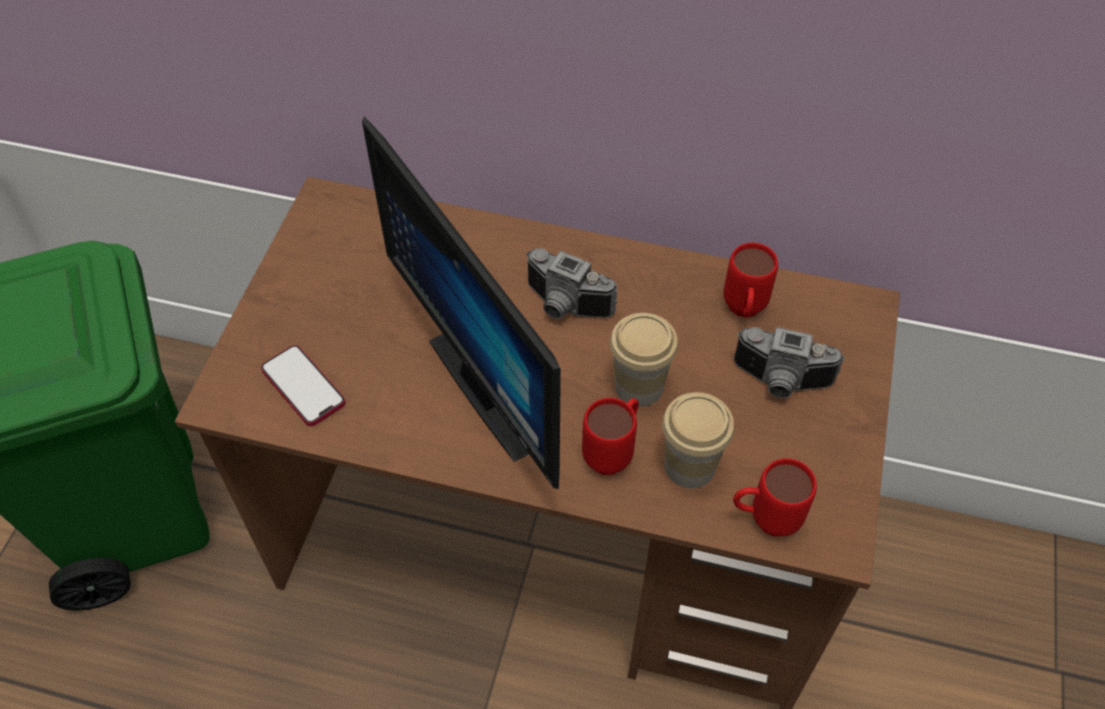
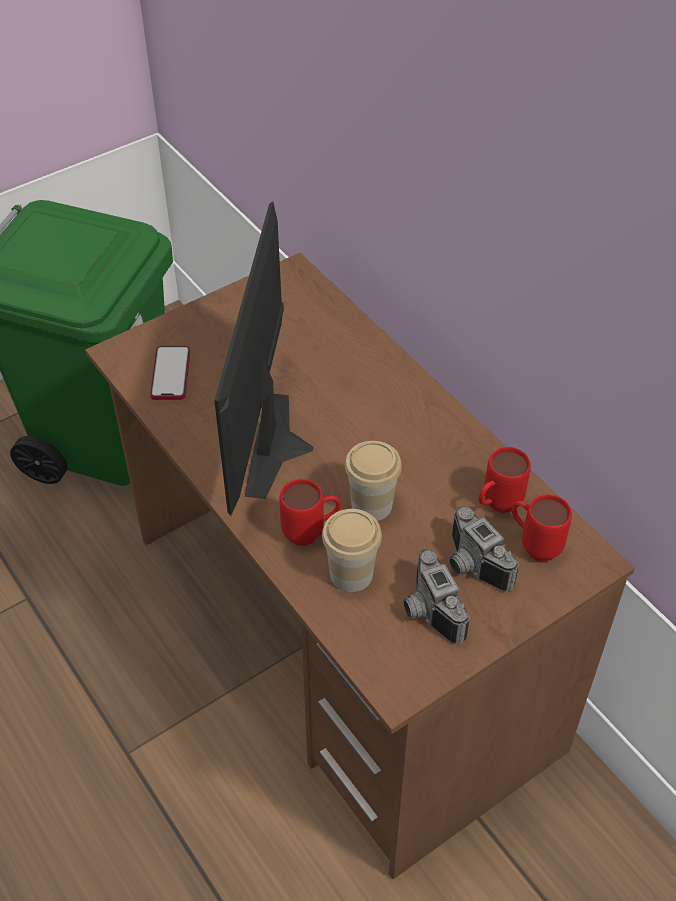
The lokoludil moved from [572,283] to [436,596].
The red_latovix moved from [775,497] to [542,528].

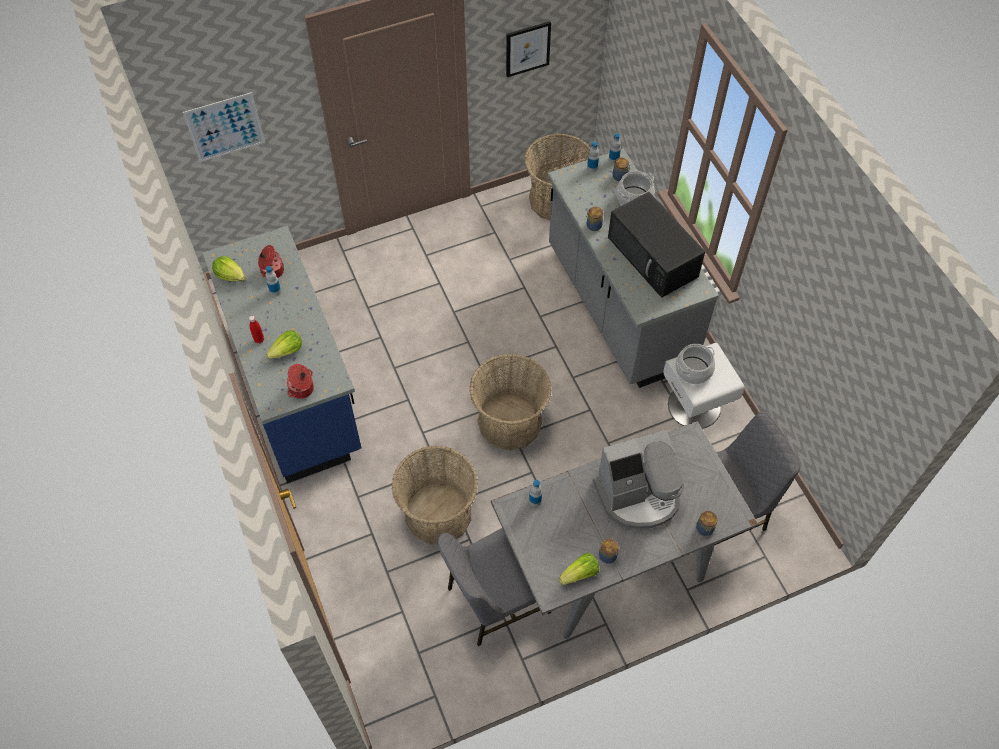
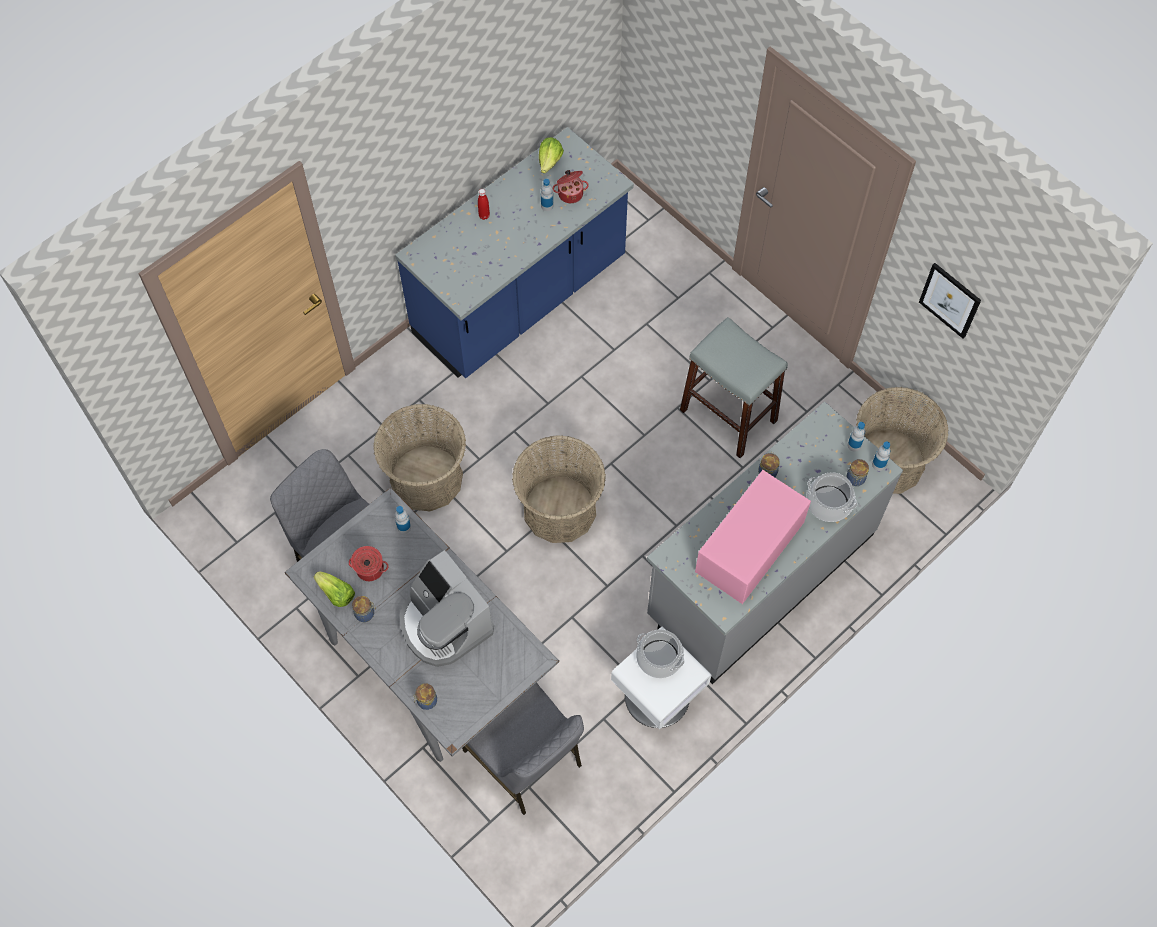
The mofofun at [224,127] disappeared.
The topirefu at [284,344] disappeared.
The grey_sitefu at [734,387] appeared.
The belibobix moved from [300,381] to [368,563].
The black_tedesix at [656,245] became the pink_tedesix at [753,537].

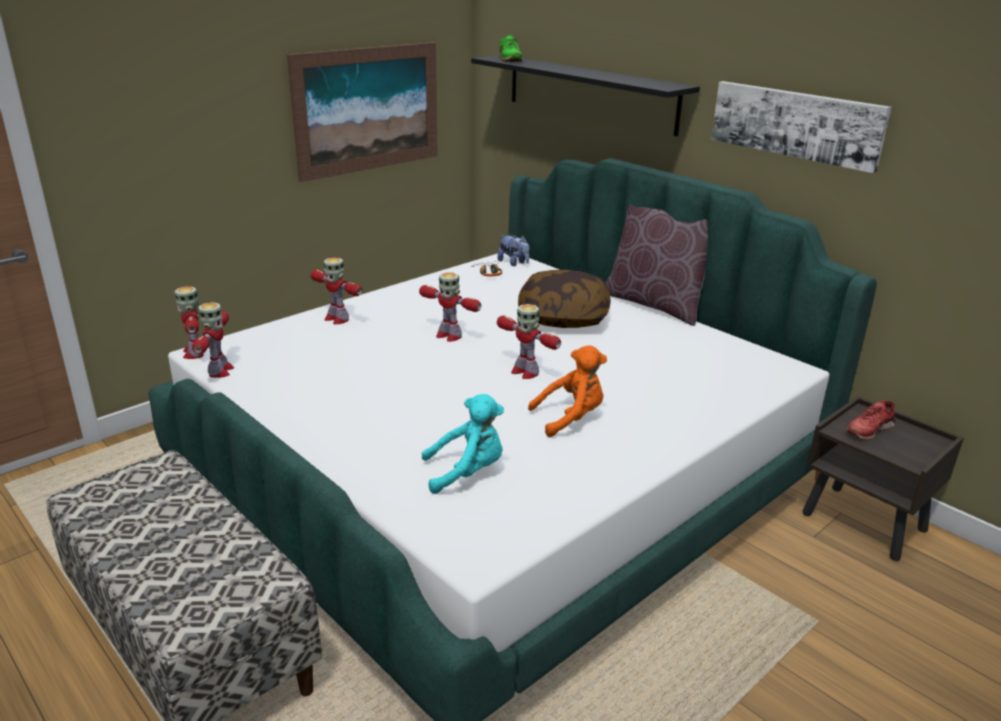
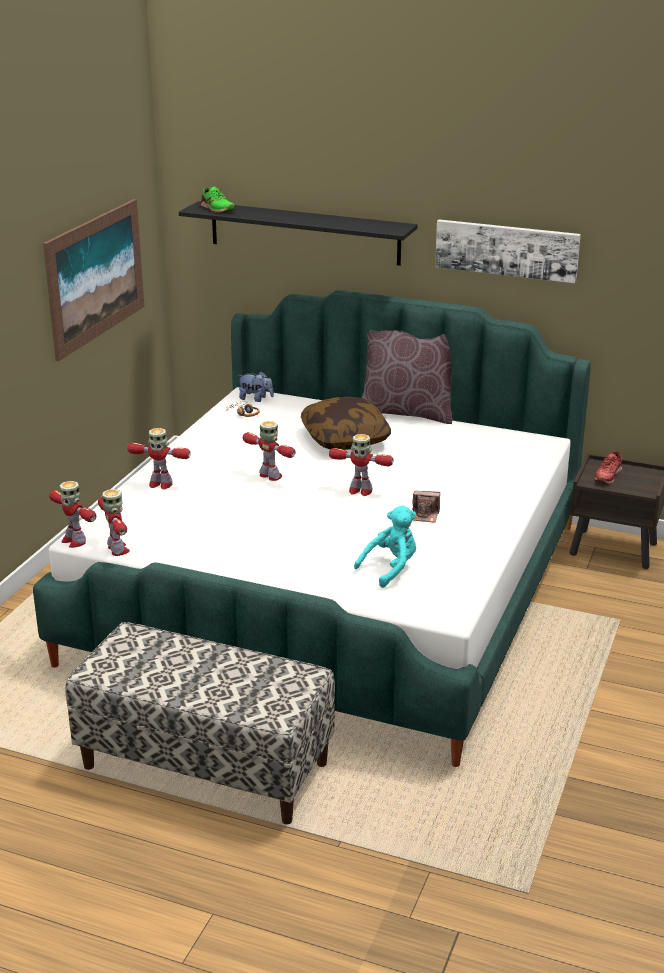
The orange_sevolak at [567,391] was replaced by the lokoludil at [426,507].
The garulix at [450,307] turned 150 degrees counterclockwise.

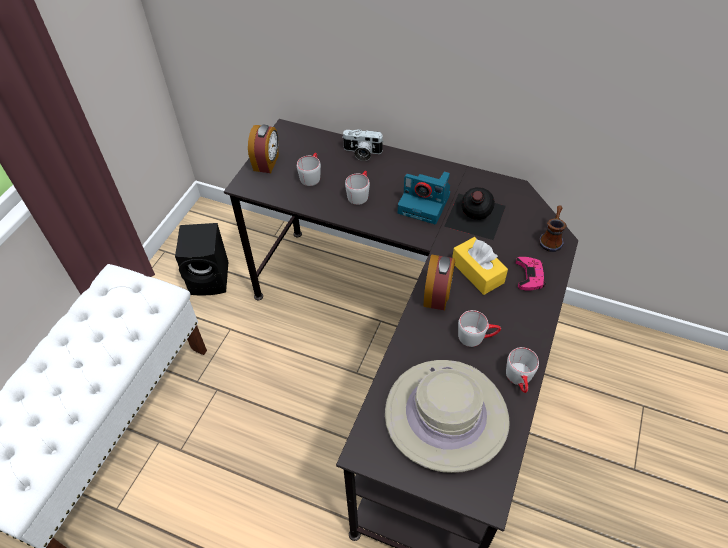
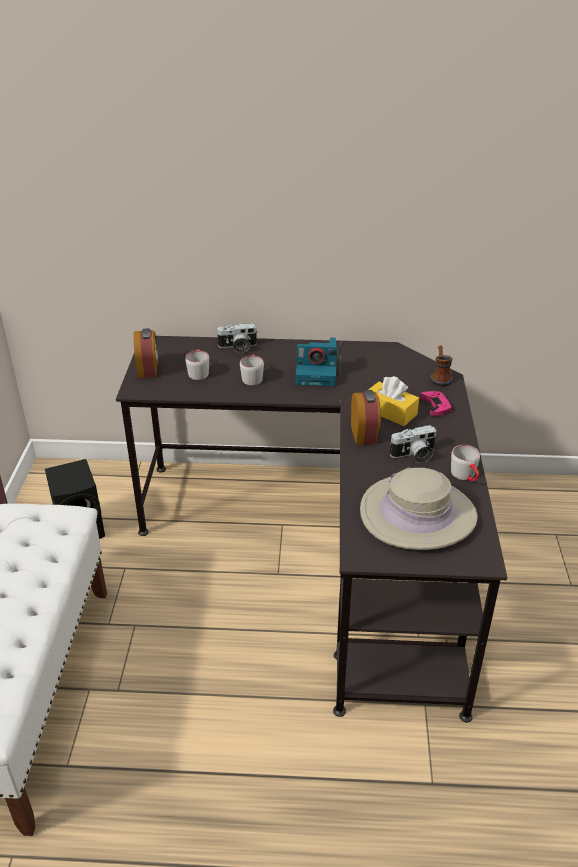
The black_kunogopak at [475,213] disappeared.
The grey_latovix at [479,328] was replaced by the lokoludil at [413,444].

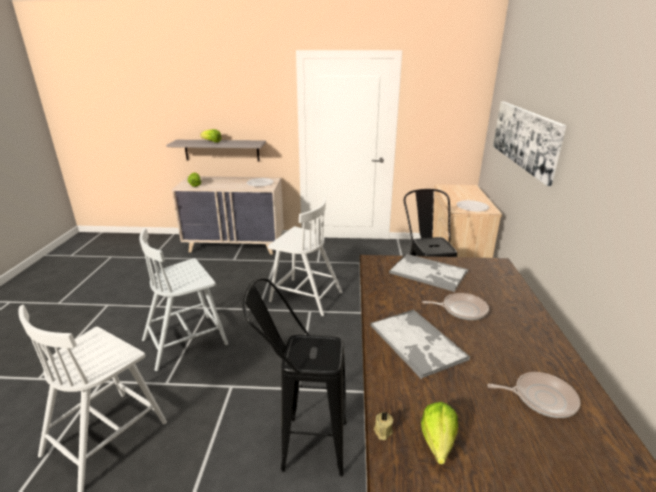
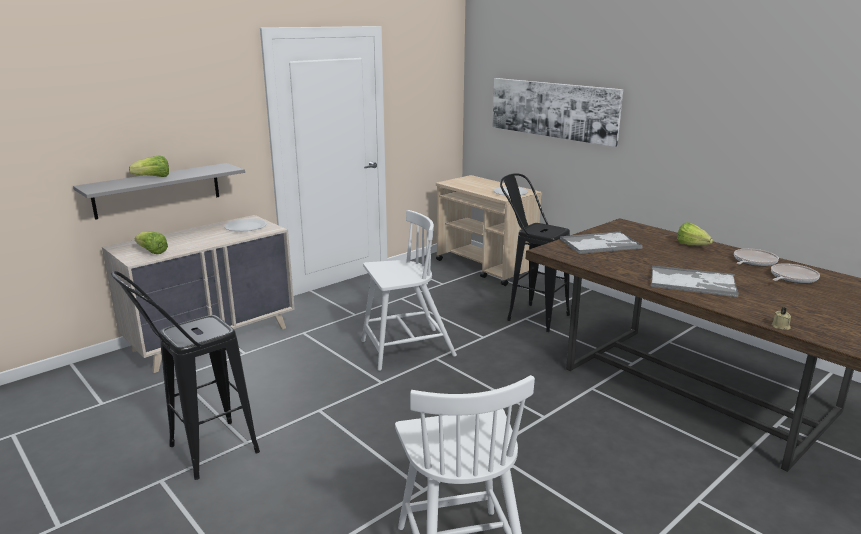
The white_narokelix at [183,299] disappeared.
The black_sitefu moved from [294,377] to [185,375].
The topirefu moved from [439,433] to [695,233].
The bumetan moved from [455,306] to [756,257].

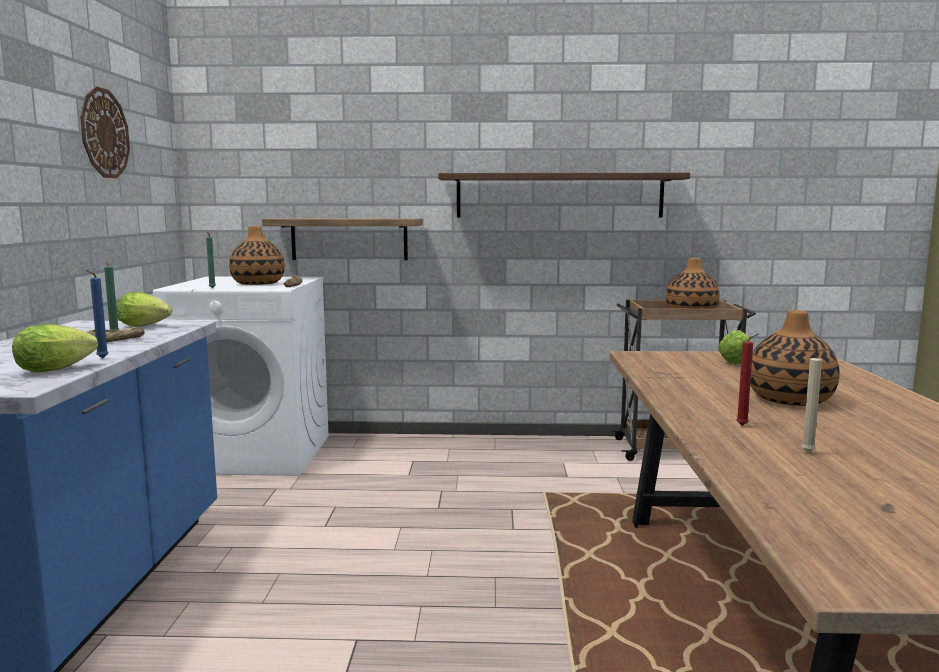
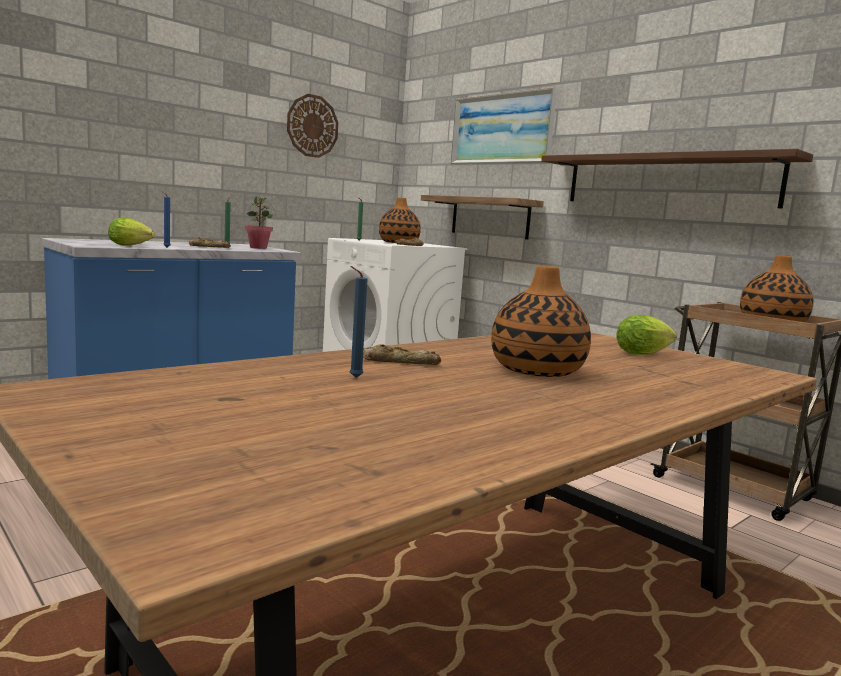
The mofofun at [504,126] appeared.
The topirefu at [144,309] was replaced by the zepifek at [259,222].
The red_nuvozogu at [747,380] was replaced by the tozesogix at [402,354].
The beige_nuvozogu at [811,401] became the blue_nuvozogu at [358,322].

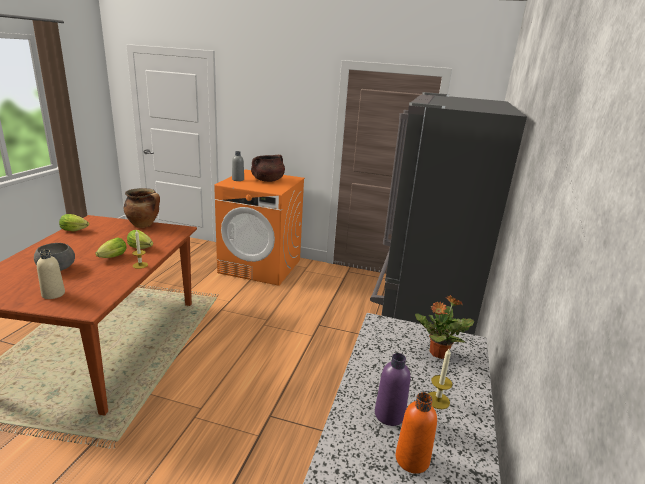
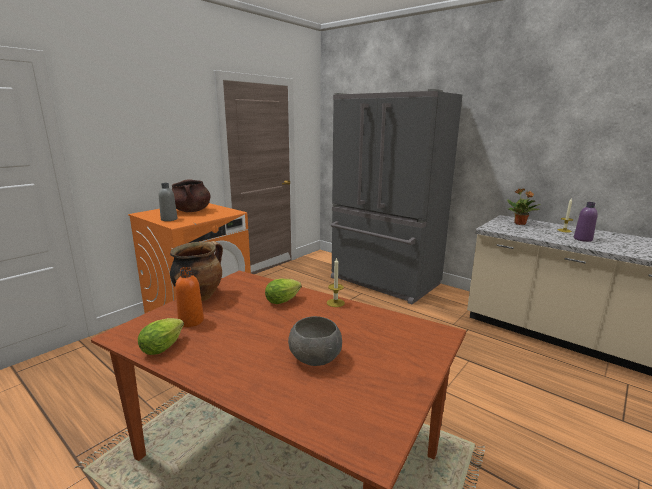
The beige_kunogopak at [51,274] disappeared.
The topirefu at [111,248] disappeared.
The orange_kunogopak moved from [416,433] to [189,297].

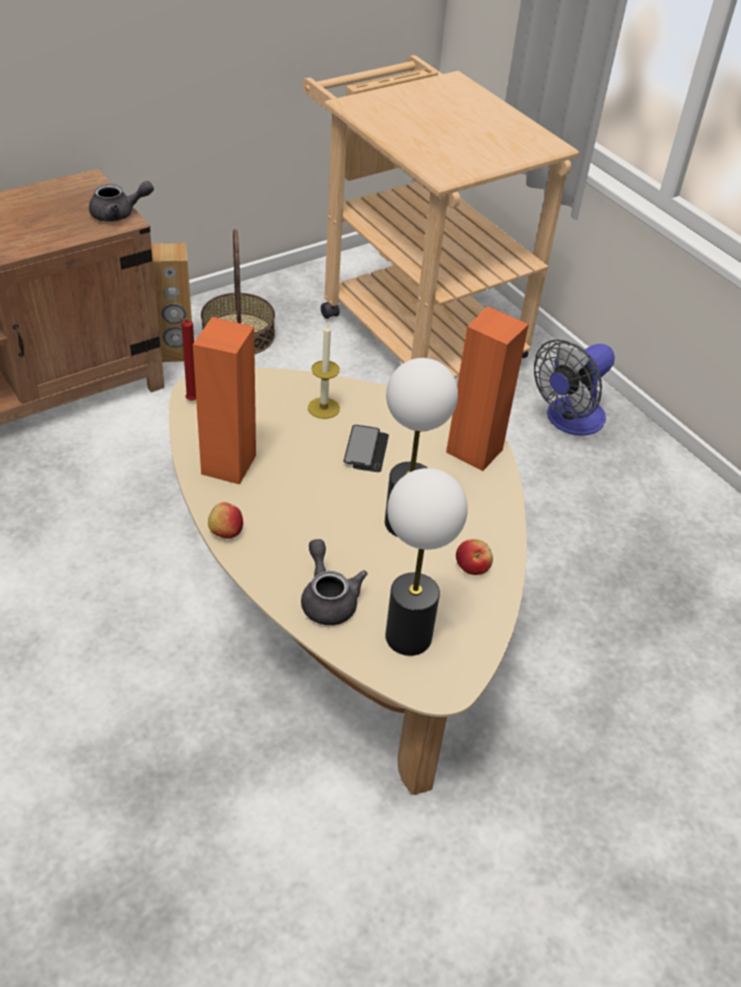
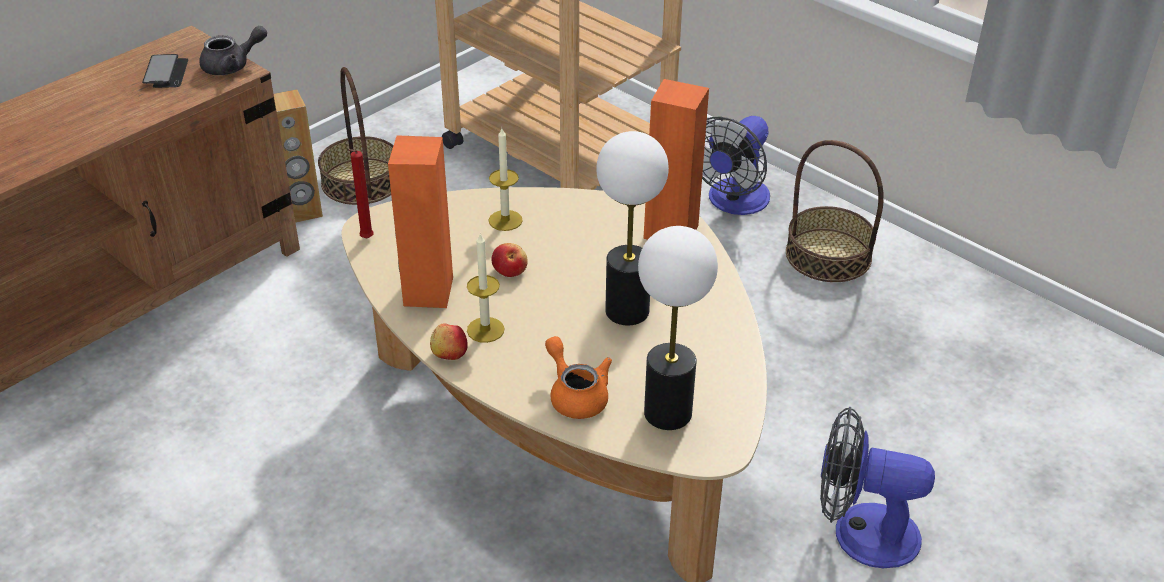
The nuvozogu at [486,288] appeared.
The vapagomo at [835,211] appeared.
The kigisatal at [877,487] appeared.
The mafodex moved from [366,448] to [165,71].
The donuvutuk moved from [474,557] to [509,260].
The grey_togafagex at [334,582] became the orange_togafagex at [578,377].

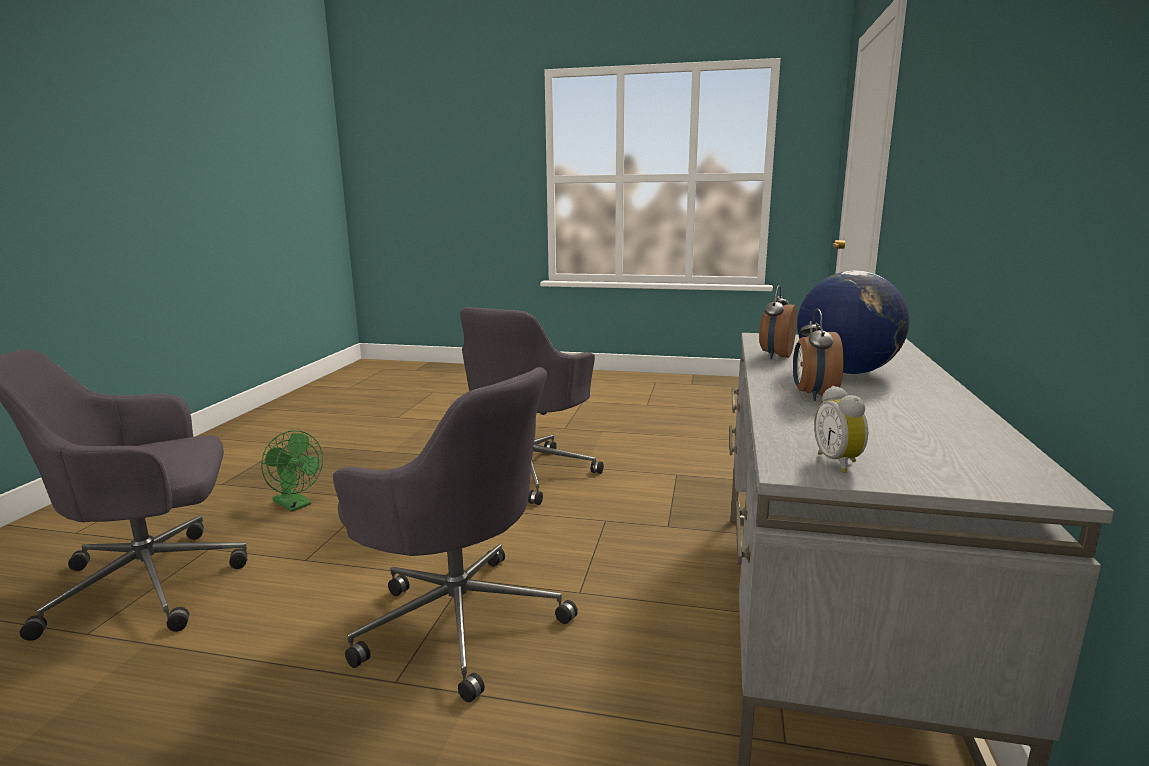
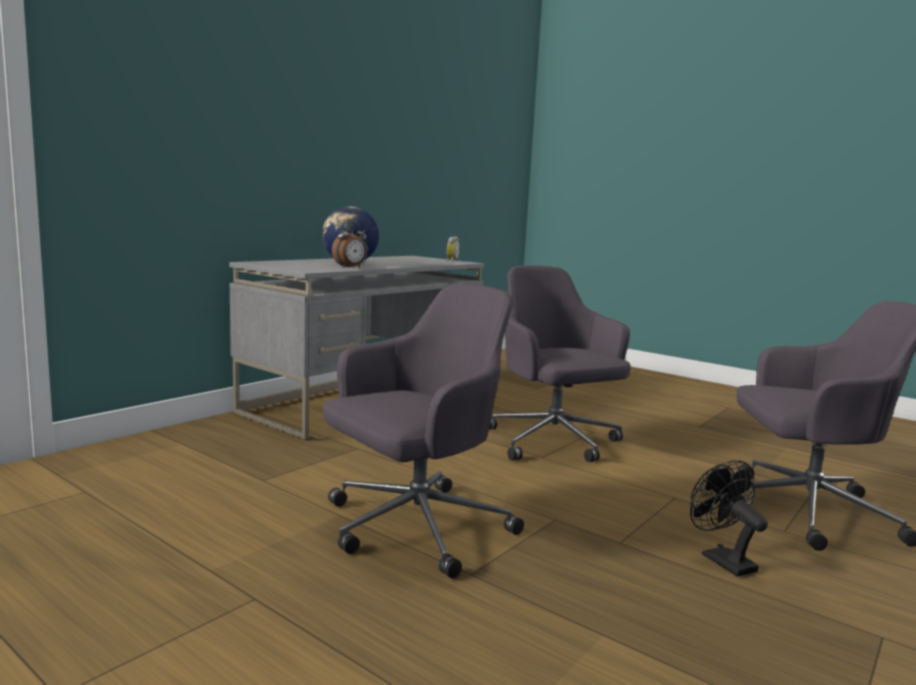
The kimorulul at [818,355] disappeared.
The green_kigisatal at [292,471] became the black_kigisatal at [729,518].

